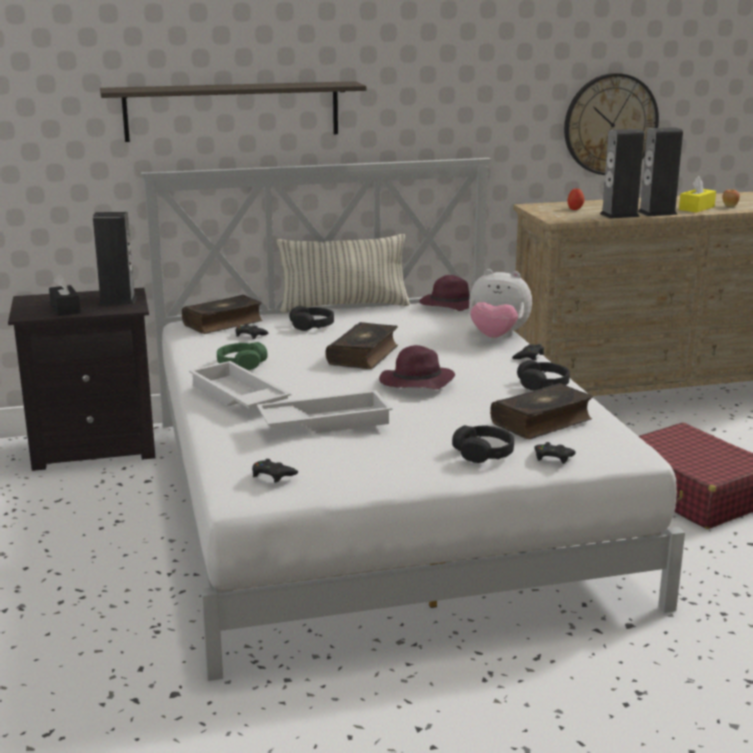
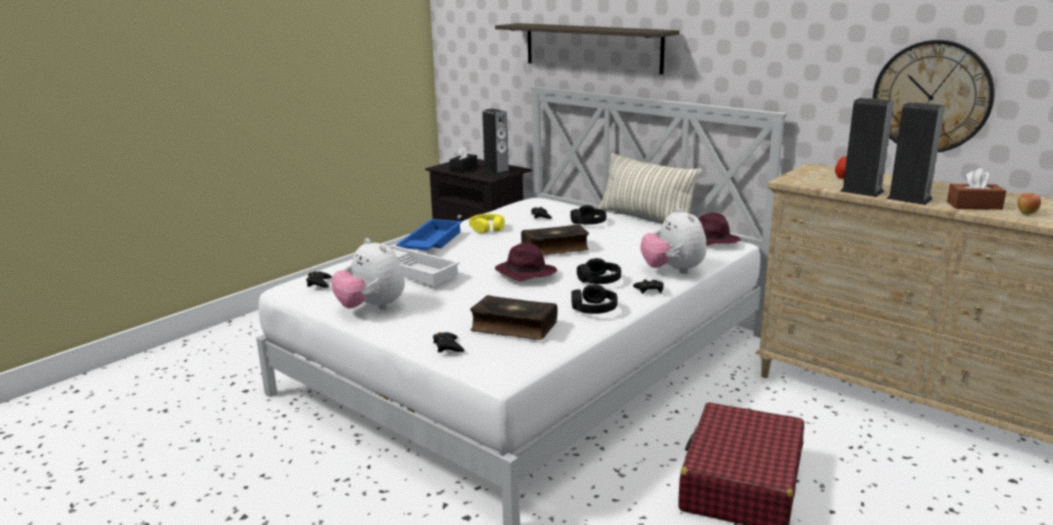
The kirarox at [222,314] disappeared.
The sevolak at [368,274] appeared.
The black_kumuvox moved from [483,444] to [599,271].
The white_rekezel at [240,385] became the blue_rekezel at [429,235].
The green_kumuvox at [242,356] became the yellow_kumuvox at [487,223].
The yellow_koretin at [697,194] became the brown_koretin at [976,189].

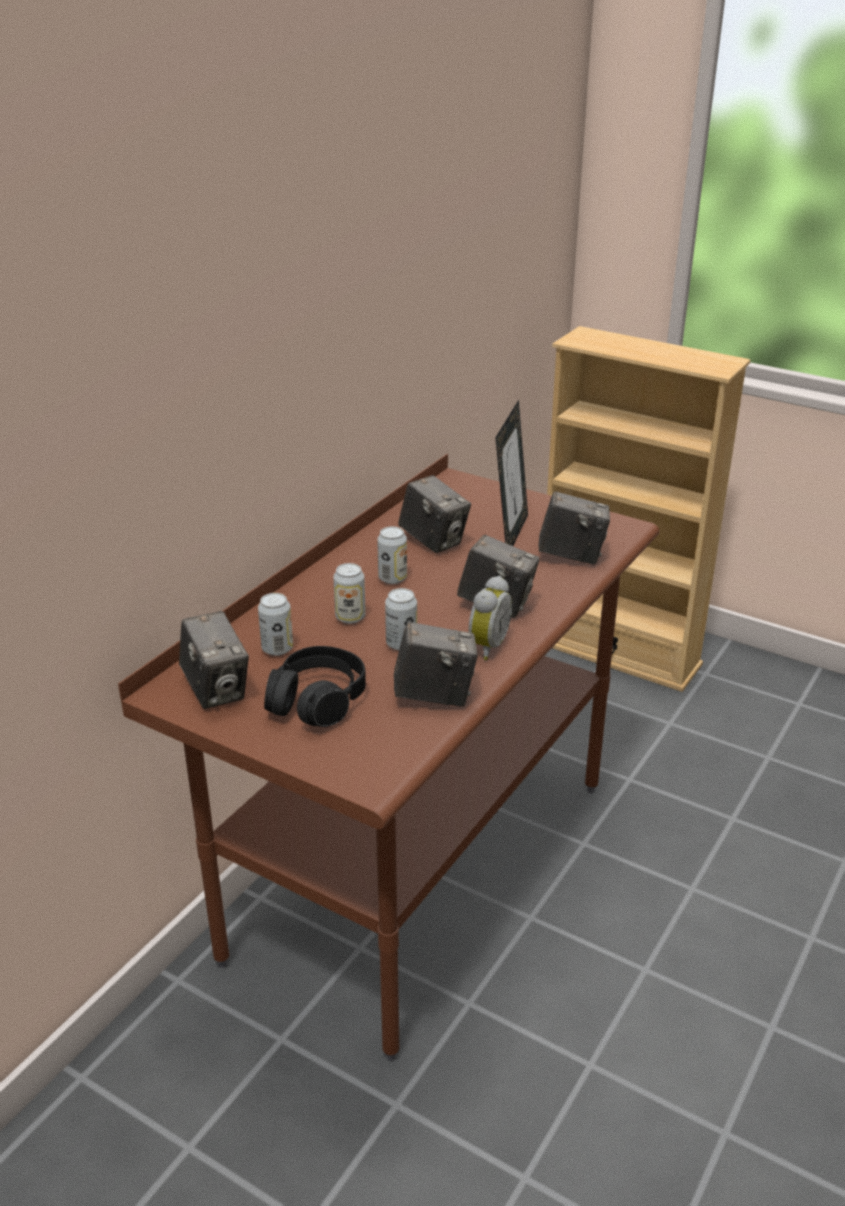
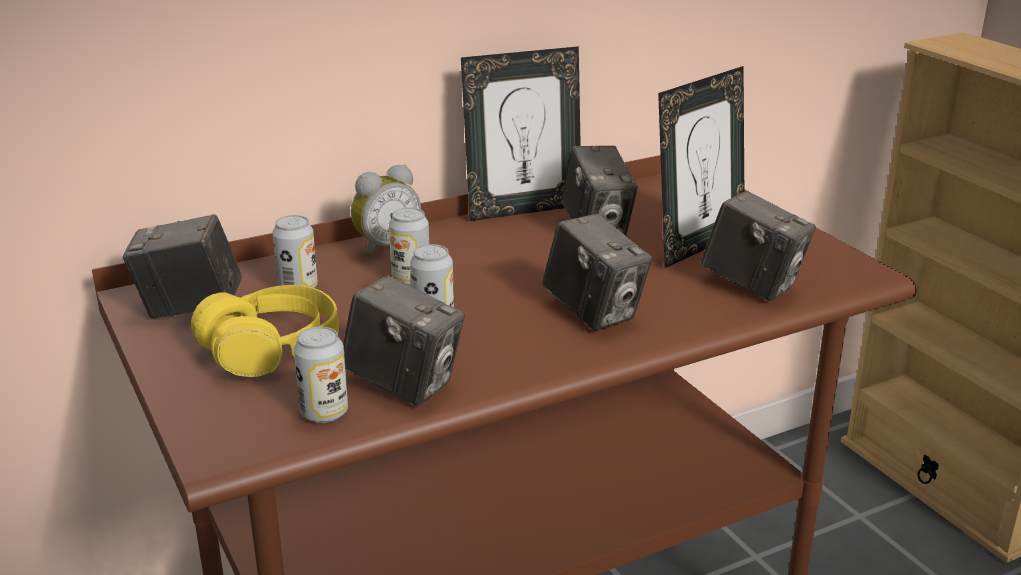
The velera at [521,133] appeared.
The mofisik moved from [392,555] to [321,375].
The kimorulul moved from [490,617] to [386,211].
The black_kumuvox at [315,686] became the yellow_kumuvox at [265,331].
The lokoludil at [214,660] turned 90 degrees clockwise.

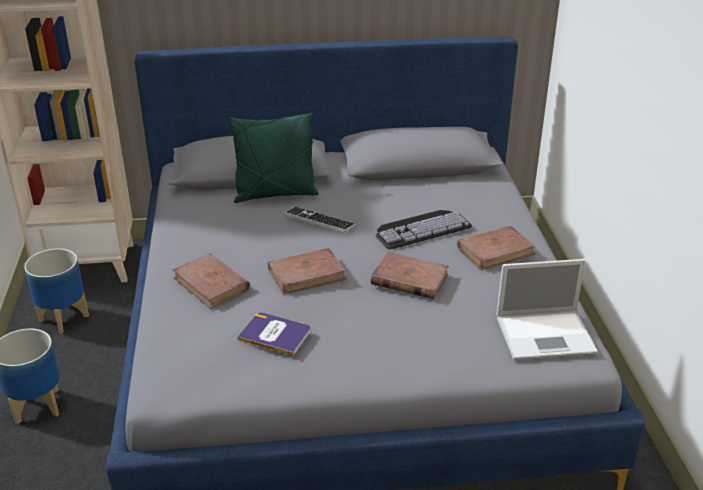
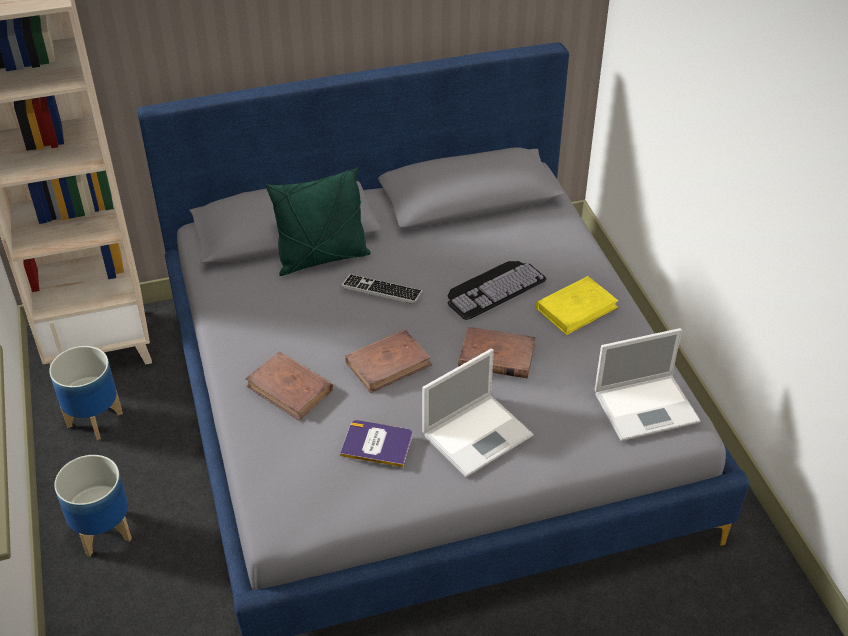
The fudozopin at [478,413] appeared.
The brown_kirarox at [496,247] became the yellow_kirarox at [577,305].

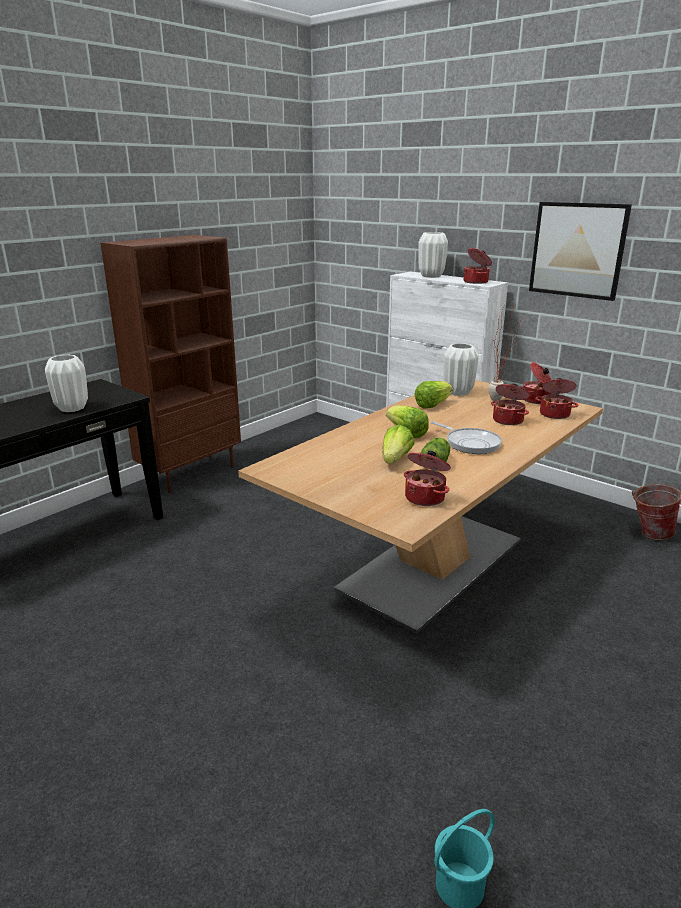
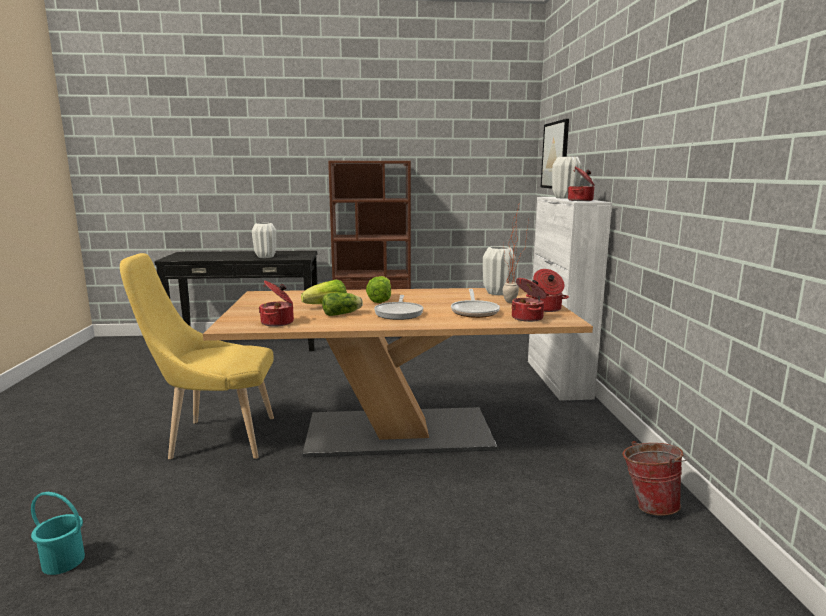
The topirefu at [433,395] disappeared.
The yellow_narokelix at [197,356] appeared.
The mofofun moved from [580,251] to [555,154].
The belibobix at [510,404] was replaced by the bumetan at [475,303].

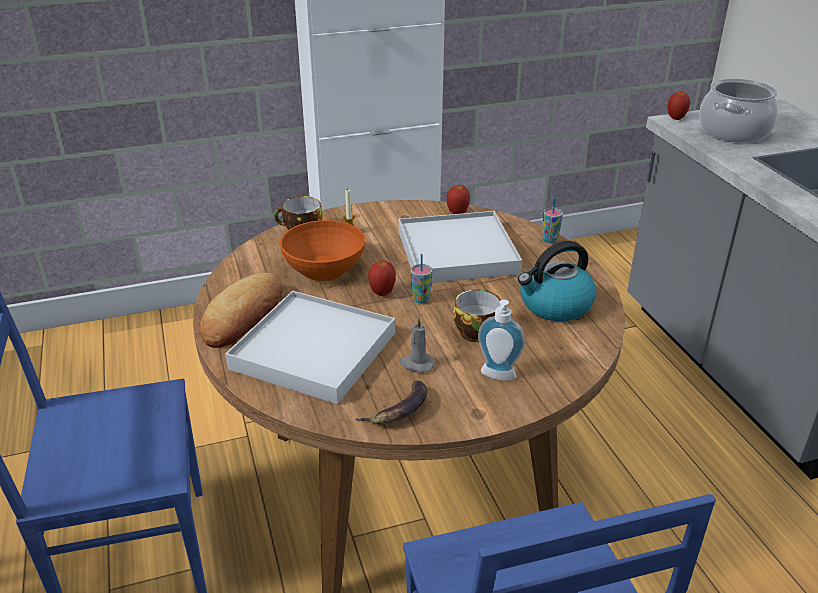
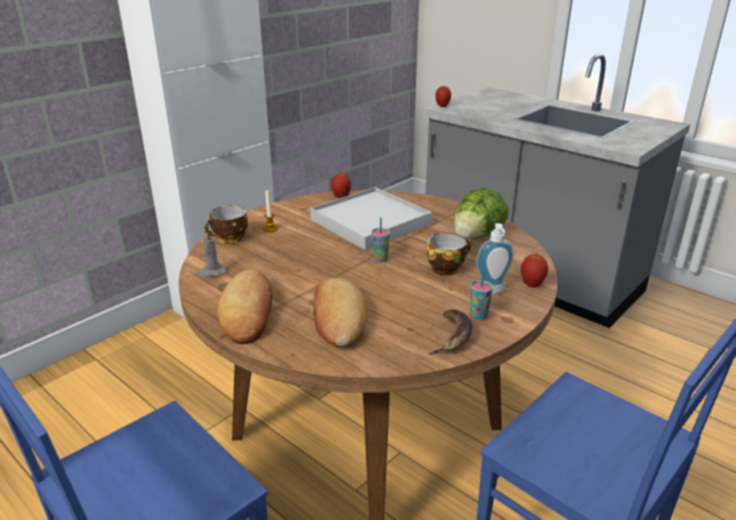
The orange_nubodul at [322,250] disappeared.
The belibobix at [738,110] disappeared.
The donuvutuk moved from [382,278] to [534,271].
The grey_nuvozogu moved from [417,344] to [211,254].
The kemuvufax moved from [553,220] to [481,295].
The white_rekezel at [310,347] was replaced by the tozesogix at [340,312].
The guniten at [557,281] was replaced by the topirefu at [481,213].

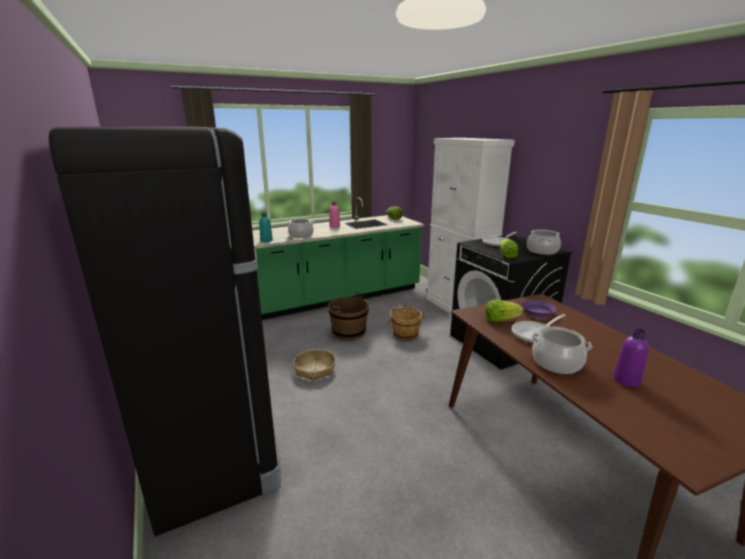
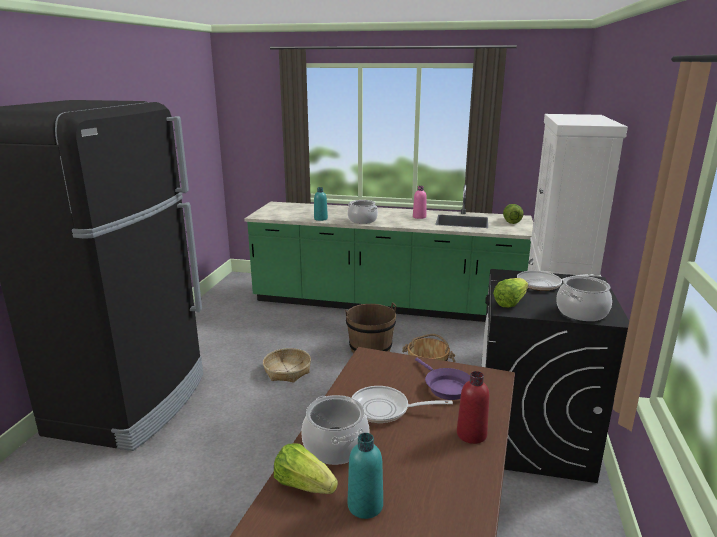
The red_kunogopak at [473,407] appeared.
The topirefu moved from [504,310] to [306,468].
The purple_kunogopak at [631,357] became the turquoise_kunogopak at [365,476].

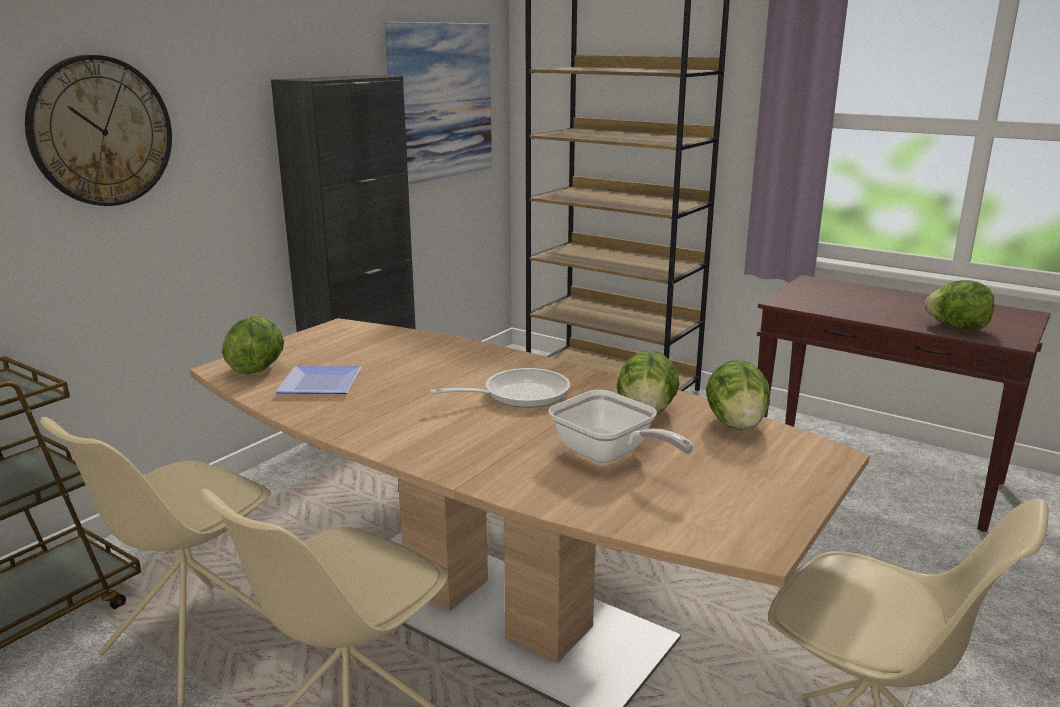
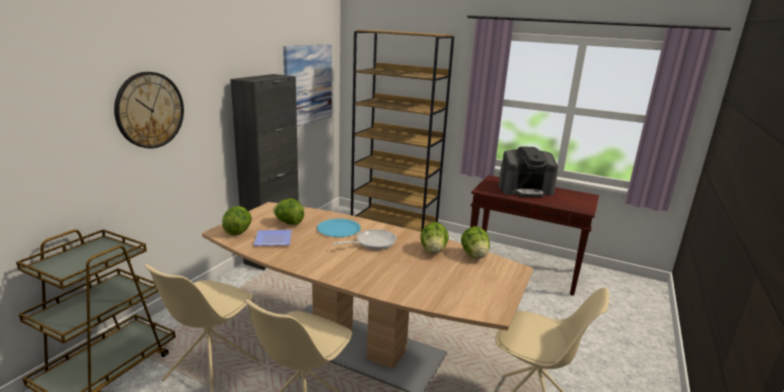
The bumetan at [621,426] disappeared.
The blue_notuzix at [339,228] appeared.
The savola at [528,171] appeared.
The topirefu moved from [959,304] to [288,211].

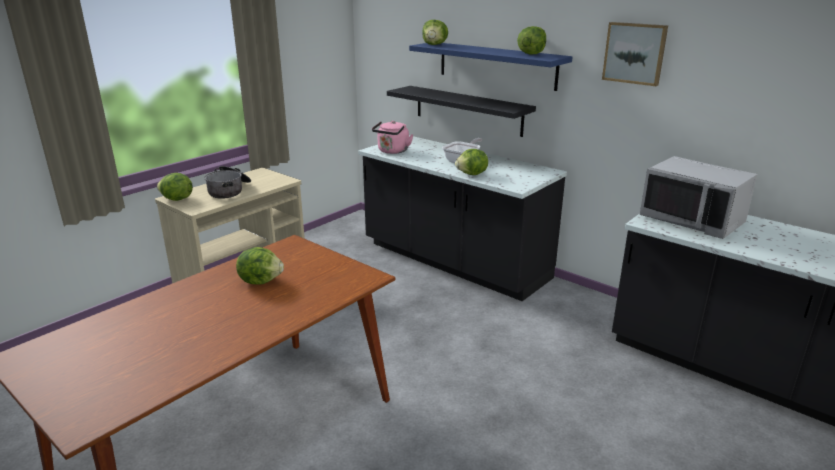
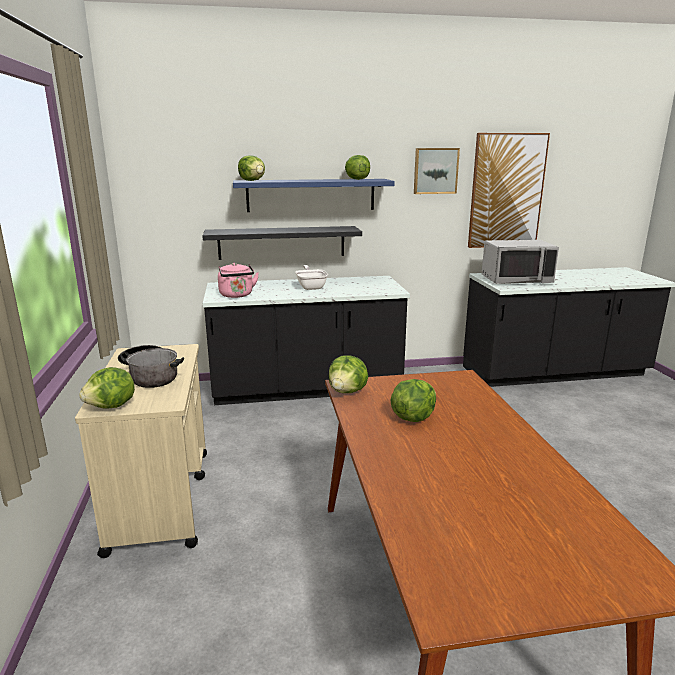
The mofofun at [509,190] appeared.
The topirefu moved from [471,162] to [348,374].

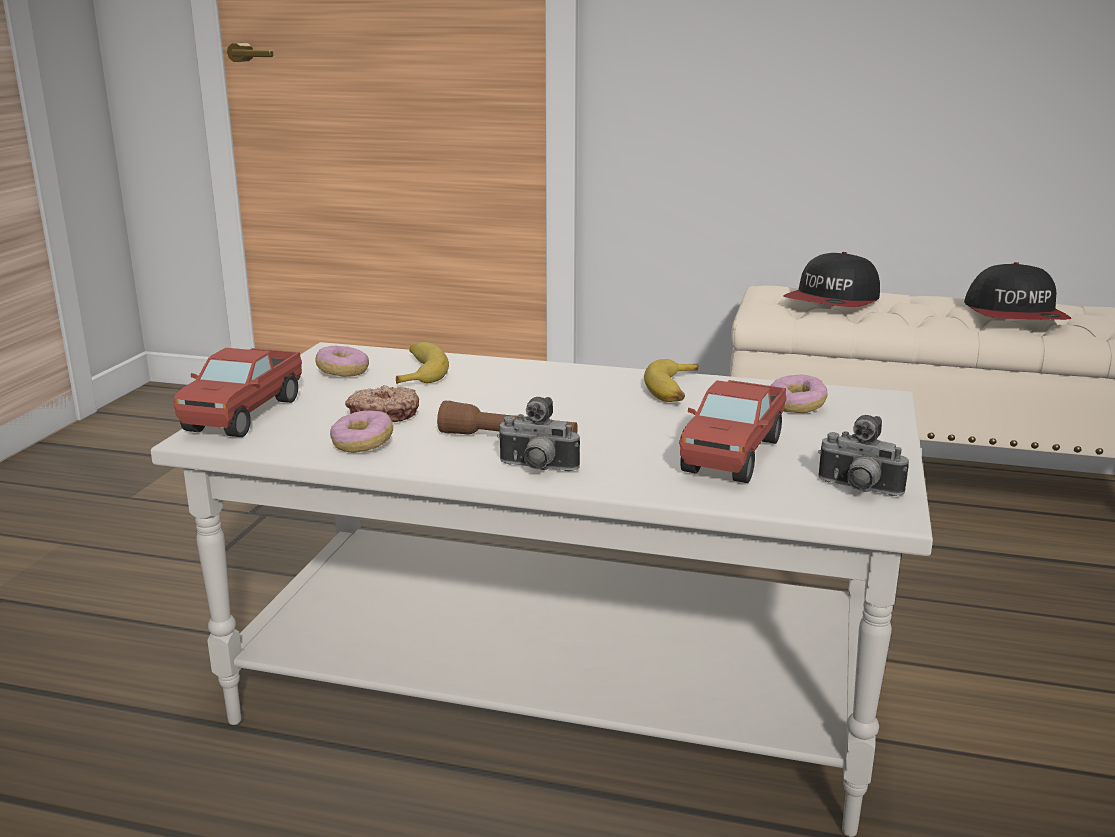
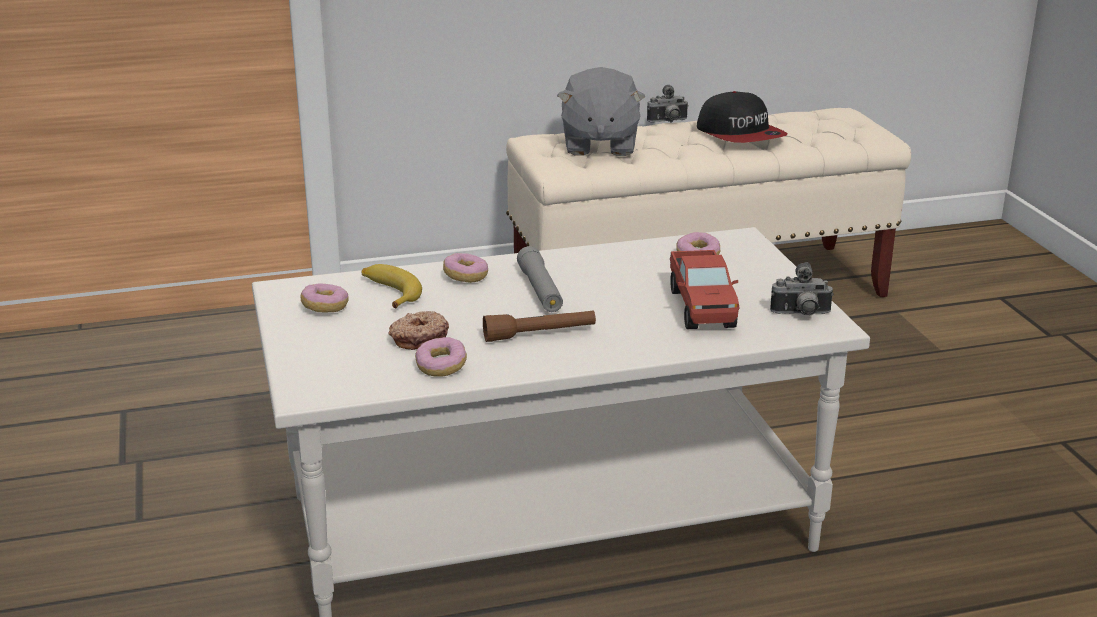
The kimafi at [237,392] disappeared.
The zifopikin at [671,380] disappeared.
The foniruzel at [465,268] appeared.
The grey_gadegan at [540,279] appeared.
The lokoludil moved from [538,434] to [668,104].
The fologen at [831,279] was replaced by the grey_sevolak at [601,111].

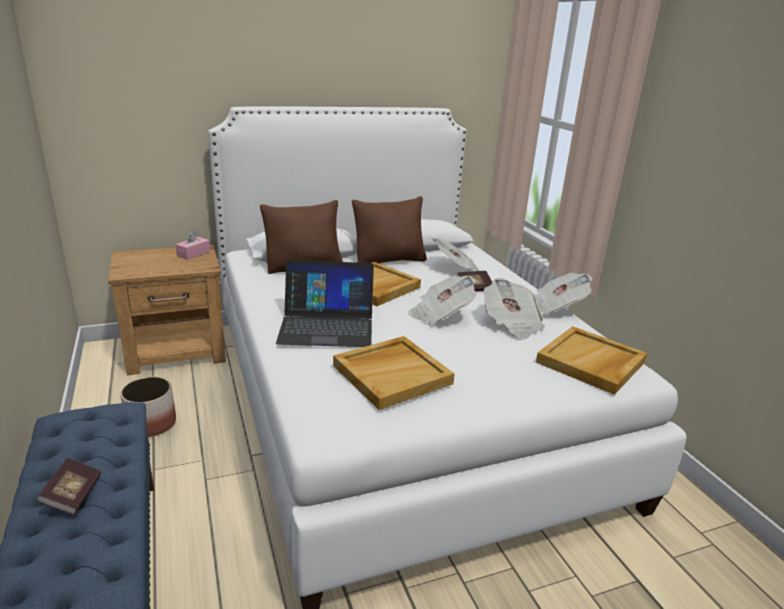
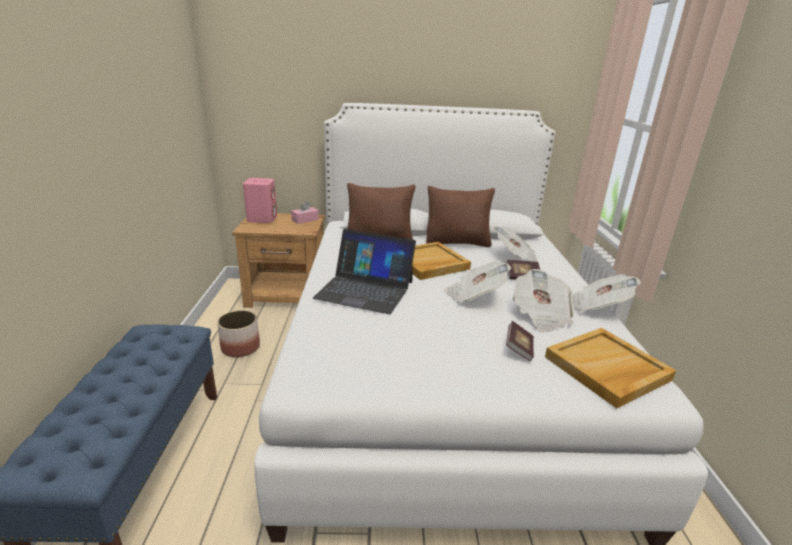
The beige_rekezel at [394,373] disappeared.
The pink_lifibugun at [260,200] appeared.
The kirarox moved from [69,486] to [520,341].

